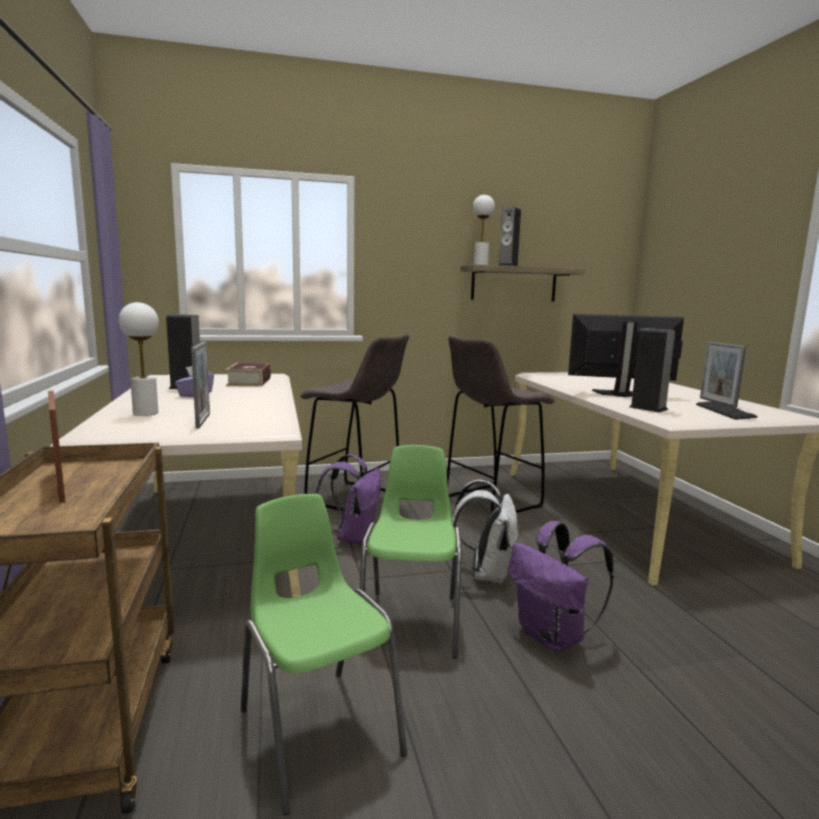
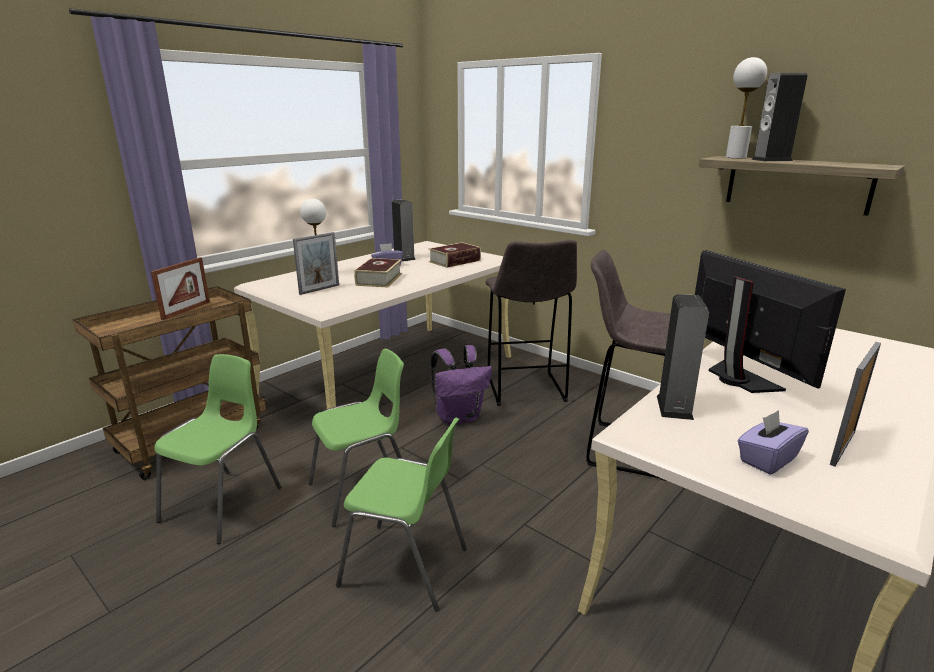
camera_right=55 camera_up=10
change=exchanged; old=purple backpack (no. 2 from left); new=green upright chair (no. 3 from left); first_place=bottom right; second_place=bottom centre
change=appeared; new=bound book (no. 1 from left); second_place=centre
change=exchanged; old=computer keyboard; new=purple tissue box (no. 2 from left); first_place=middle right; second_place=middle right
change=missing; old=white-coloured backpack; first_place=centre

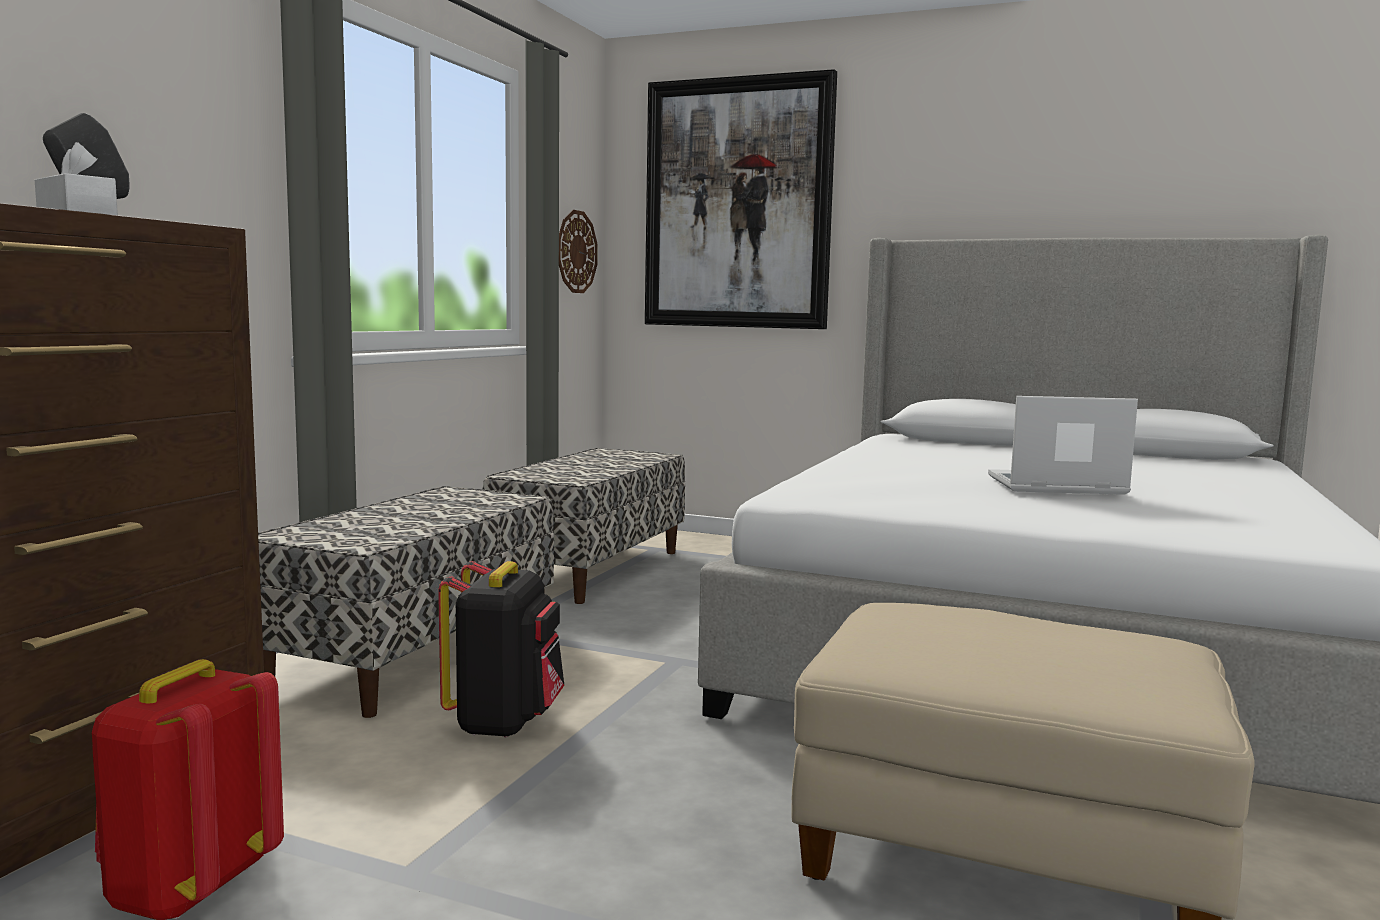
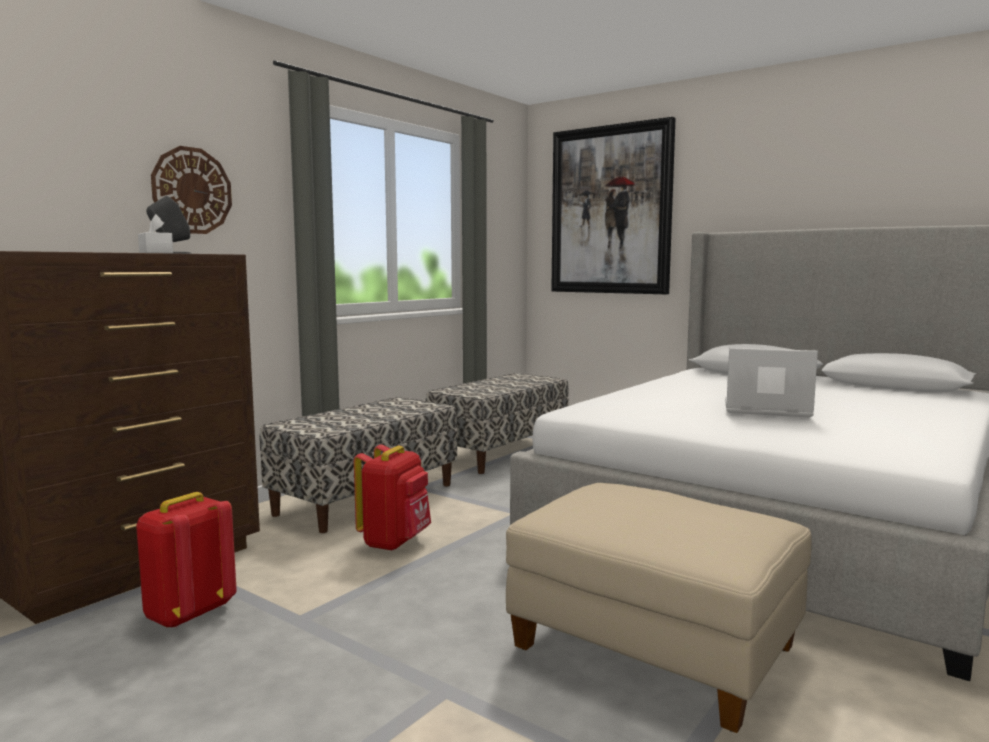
camera_right=15 camera_up=0
change=relocated; old=hanging clock; first_place=top centre; second_place=top left
change=colour; old=black-coloured backpack; new=reddish backpack (no. 2 from left); first_place=bottom centre; second_place=bottom centre

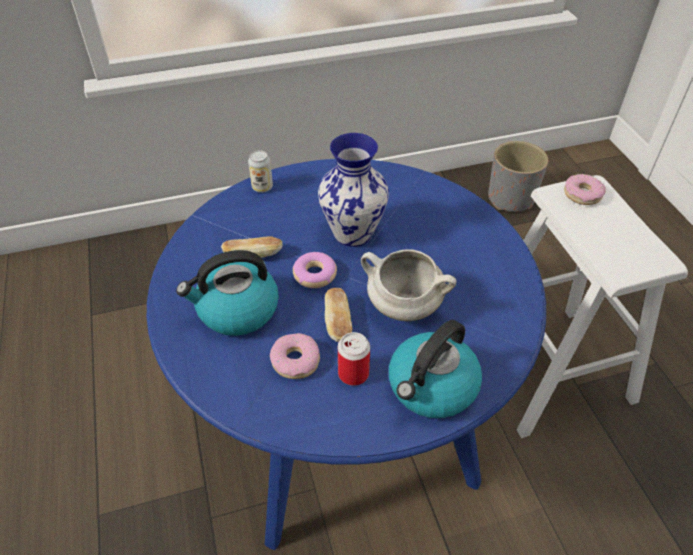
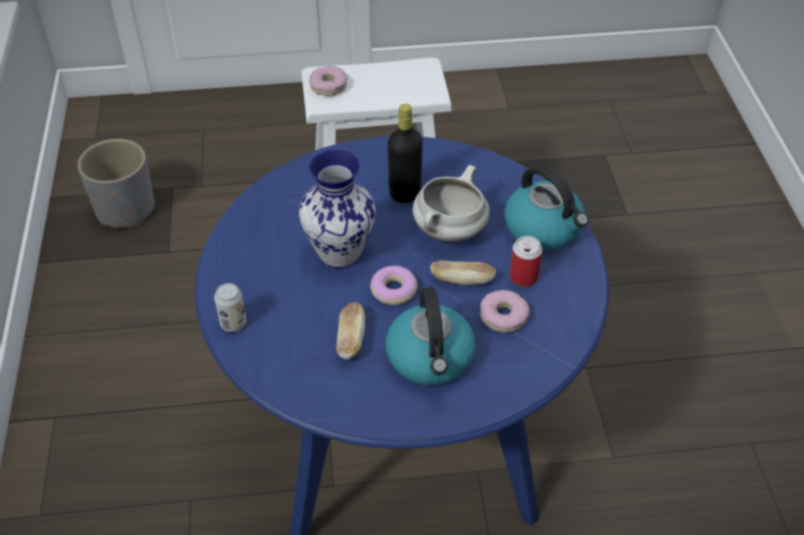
camera_right=-80 camera_up=0
change=appeared; new=black-coloured bottle; second_place=top centre

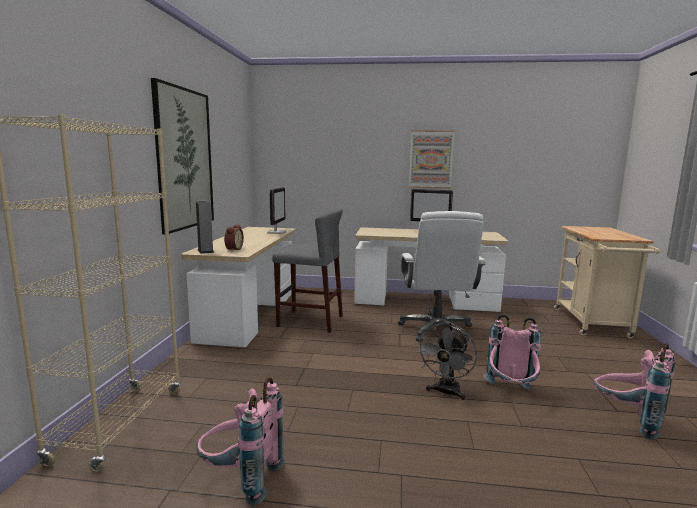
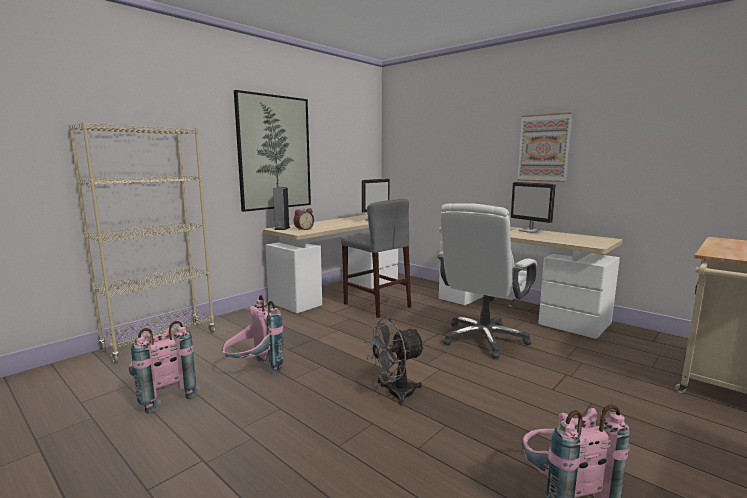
camera_right=35 camera_up=0
change=relocated; old=pink backpack (no. 2 from left); first_place=bottom right; second_place=bottom centre

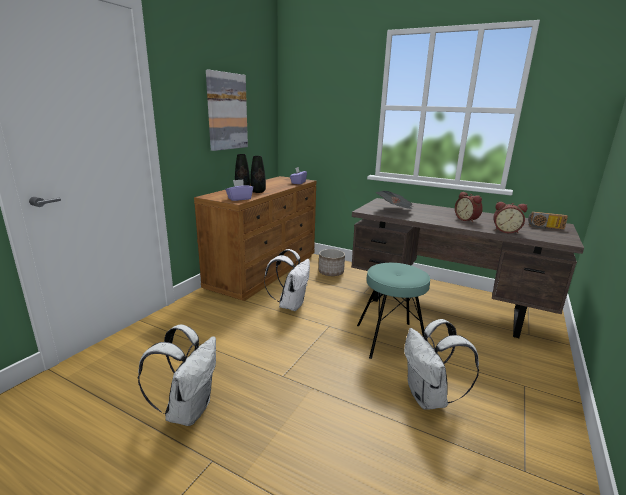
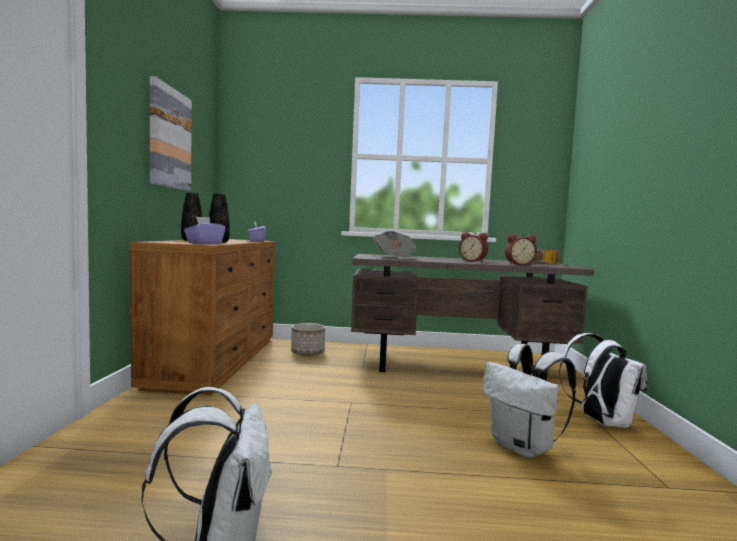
camera_right=-25 camera_up=-15
change=relocated; old=white-coloured backpack (no. 2 from left in the first image); new=white-coloured backpack (no. 3 from left); first_place=centre; second_place=bottom right
change=missing; old=blue-green stool; first_place=centre

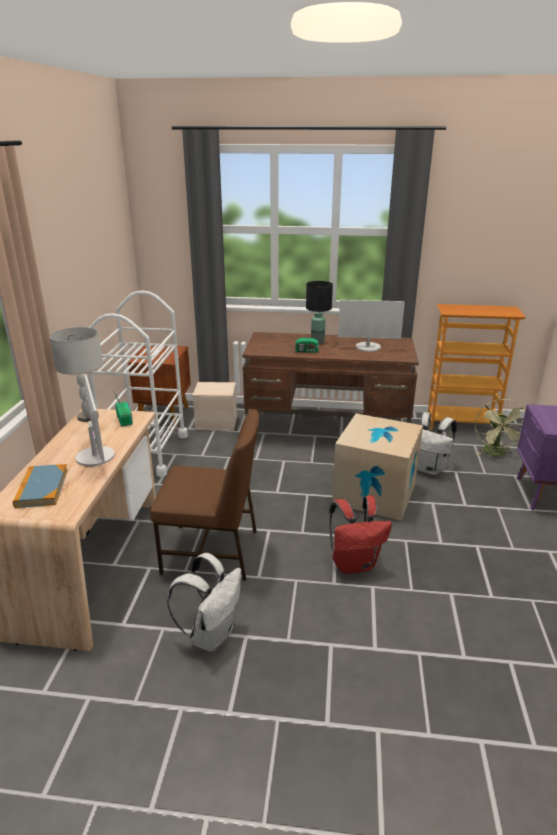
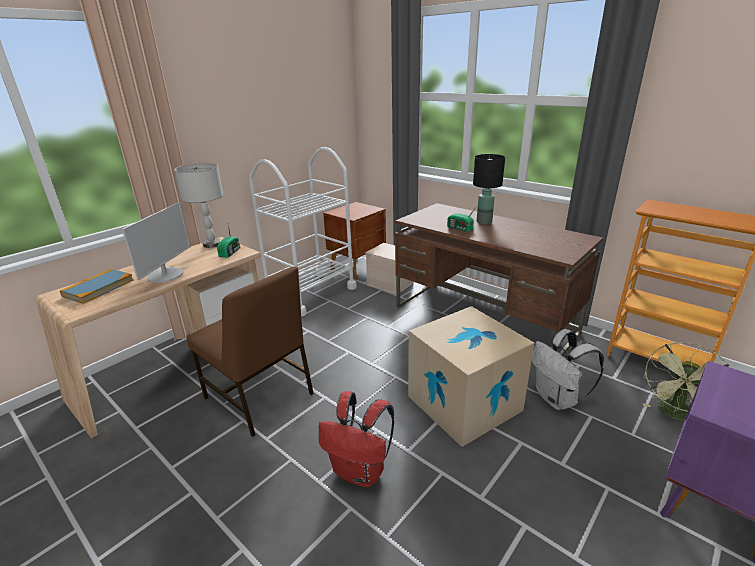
camera_right=35 camera_up=0
change=missing; old=white-coloured backpack (no. 1 from left); first_place=bottom centre
change=missing; old=monitor (no. 2 from left); first_place=centre

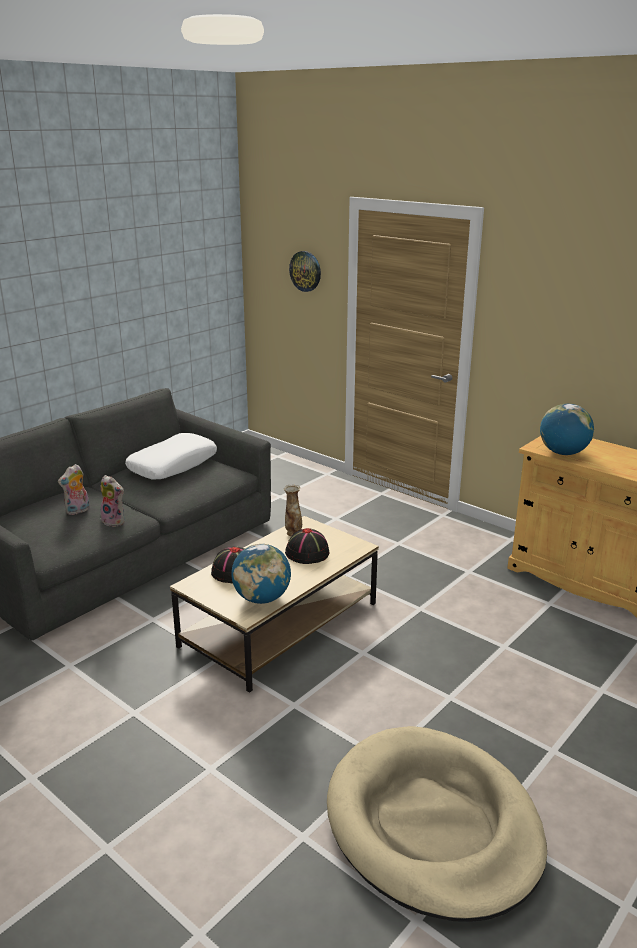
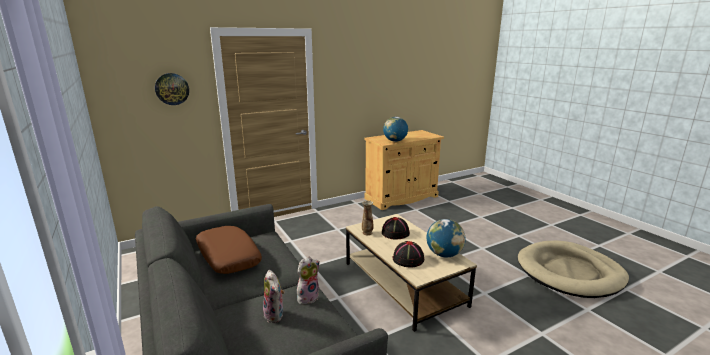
camera_right=-70 camera_up=-5
change=colour; old=white-coloured throw pillow; new=brownish throw pillow; first_place=middle left; second_place=bottom left

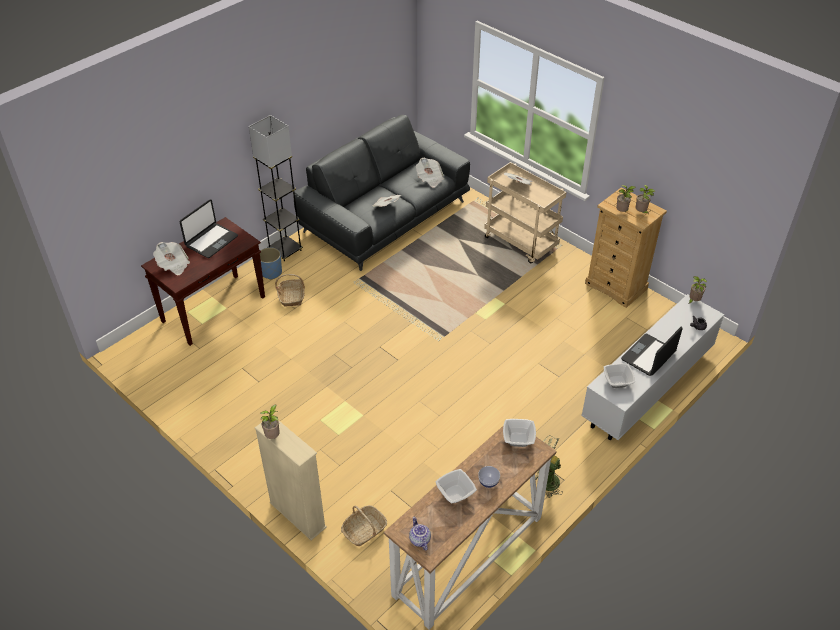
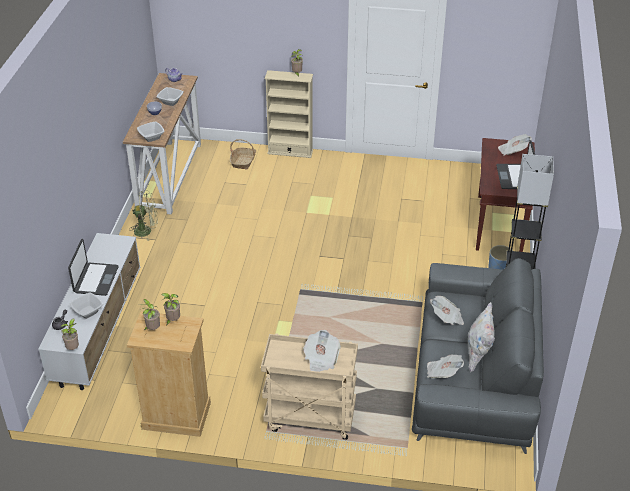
camera_right=145 camera_up=-5
change=relocated; old=bowl (no. 4 from left in the first image); new=bowl (no. 1 from left); first_place=middle right; second_place=middle left
change=appeared; new=white-coloured throw pillow; second_place=bottom right
change=missing; old=basket (no. 1 from left); first_place=centre

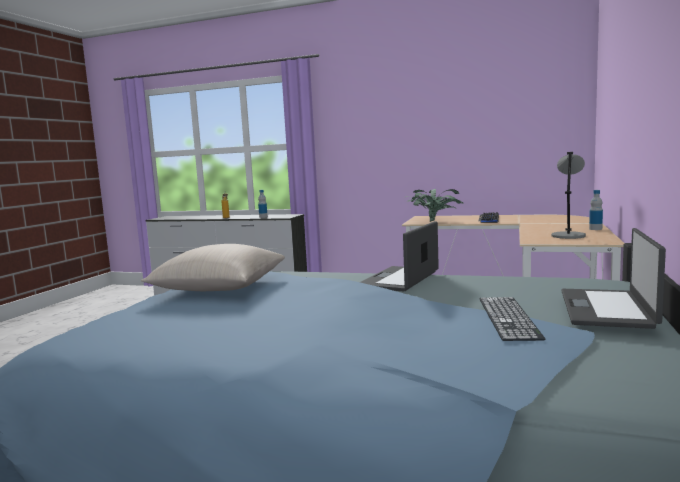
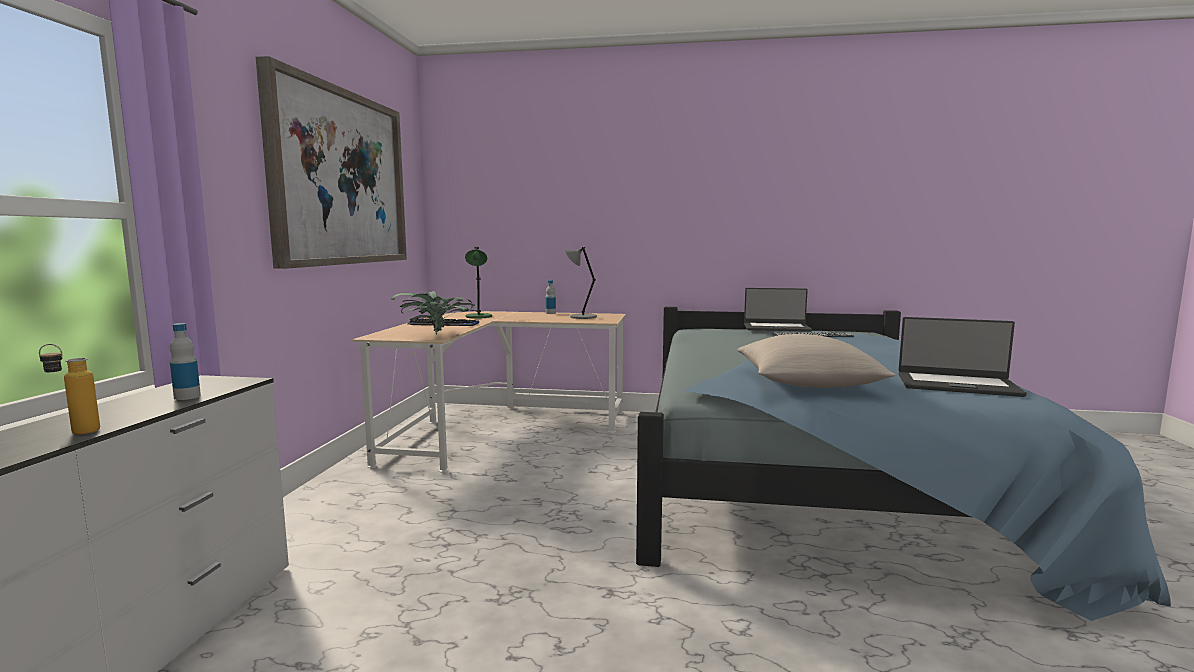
camera_right=-100 camera_up=0
change=appeared; new=wall art; second_place=top left
change=appeared; new=green tabletop lamp; second_place=centre
change=relocated; old=notebook computer (no. 1 from left in the first image); new=notebook computer (no. 2 from left); first_place=centre; second_place=middle right

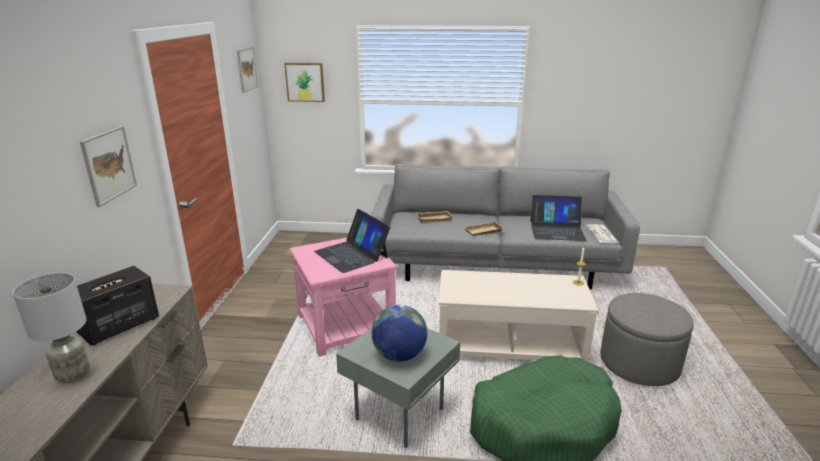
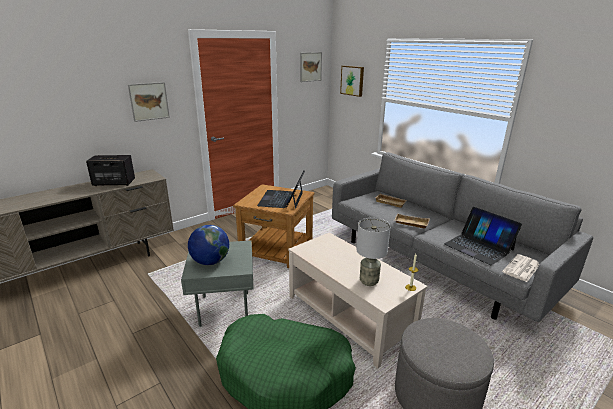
camera_right=45 camera_up=0
change=colour; old=pink side table; new=brownish side table; first_place=centre; second_place=centre
change=relocated; old=gray tabletop lamp; first_place=bottom left; second_place=centre

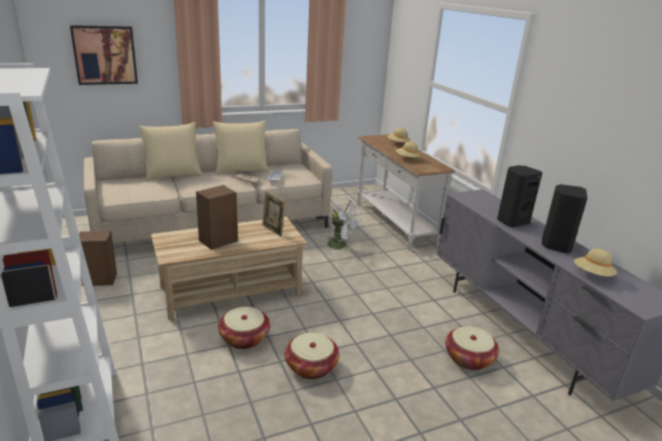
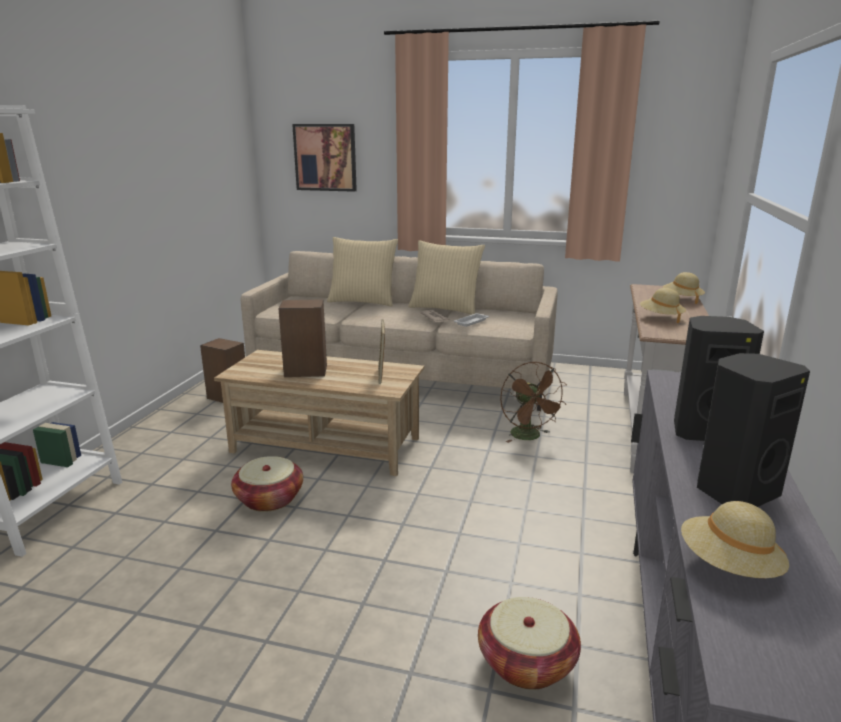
camera_right=40 camera_up=-5
change=colour; old=white-coloured fan; new=brownish fan; first_place=centre; second_place=centre
change=missing; old=basket (no. 2 from left); first_place=bottom centre

